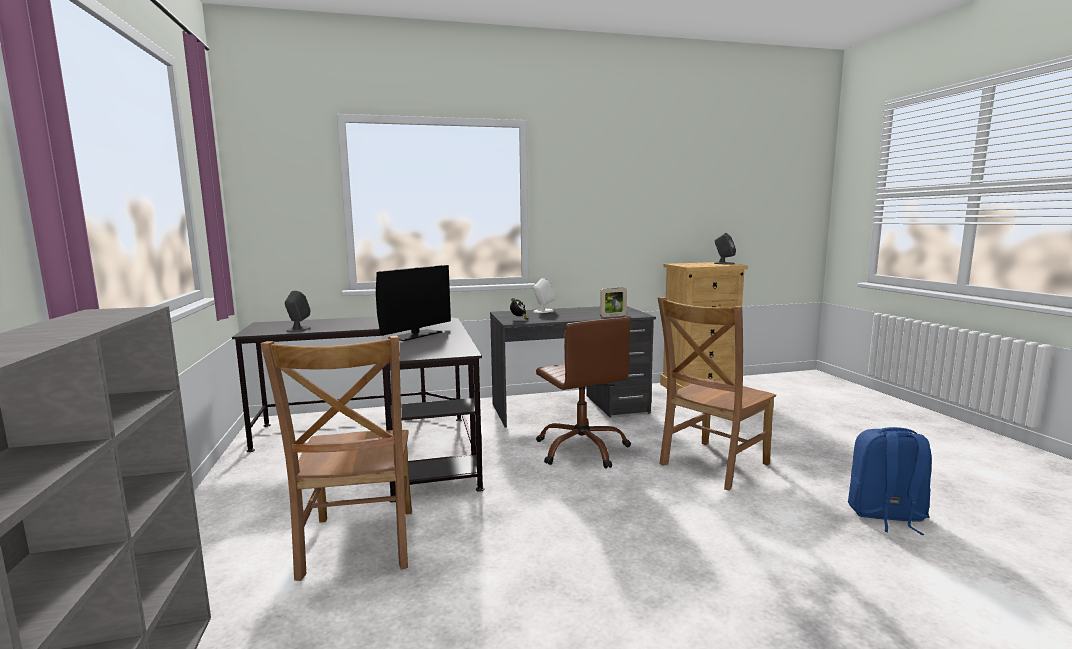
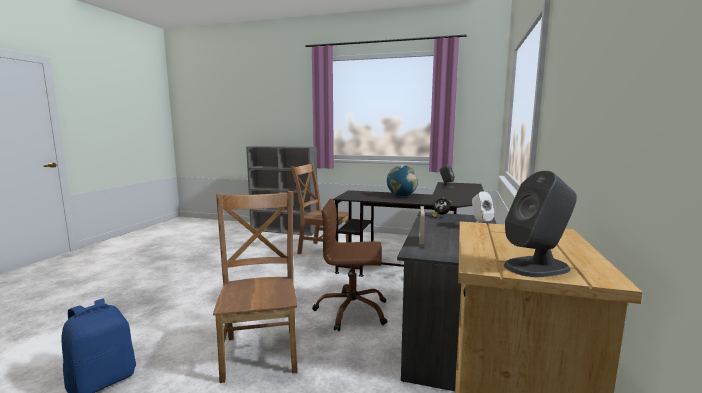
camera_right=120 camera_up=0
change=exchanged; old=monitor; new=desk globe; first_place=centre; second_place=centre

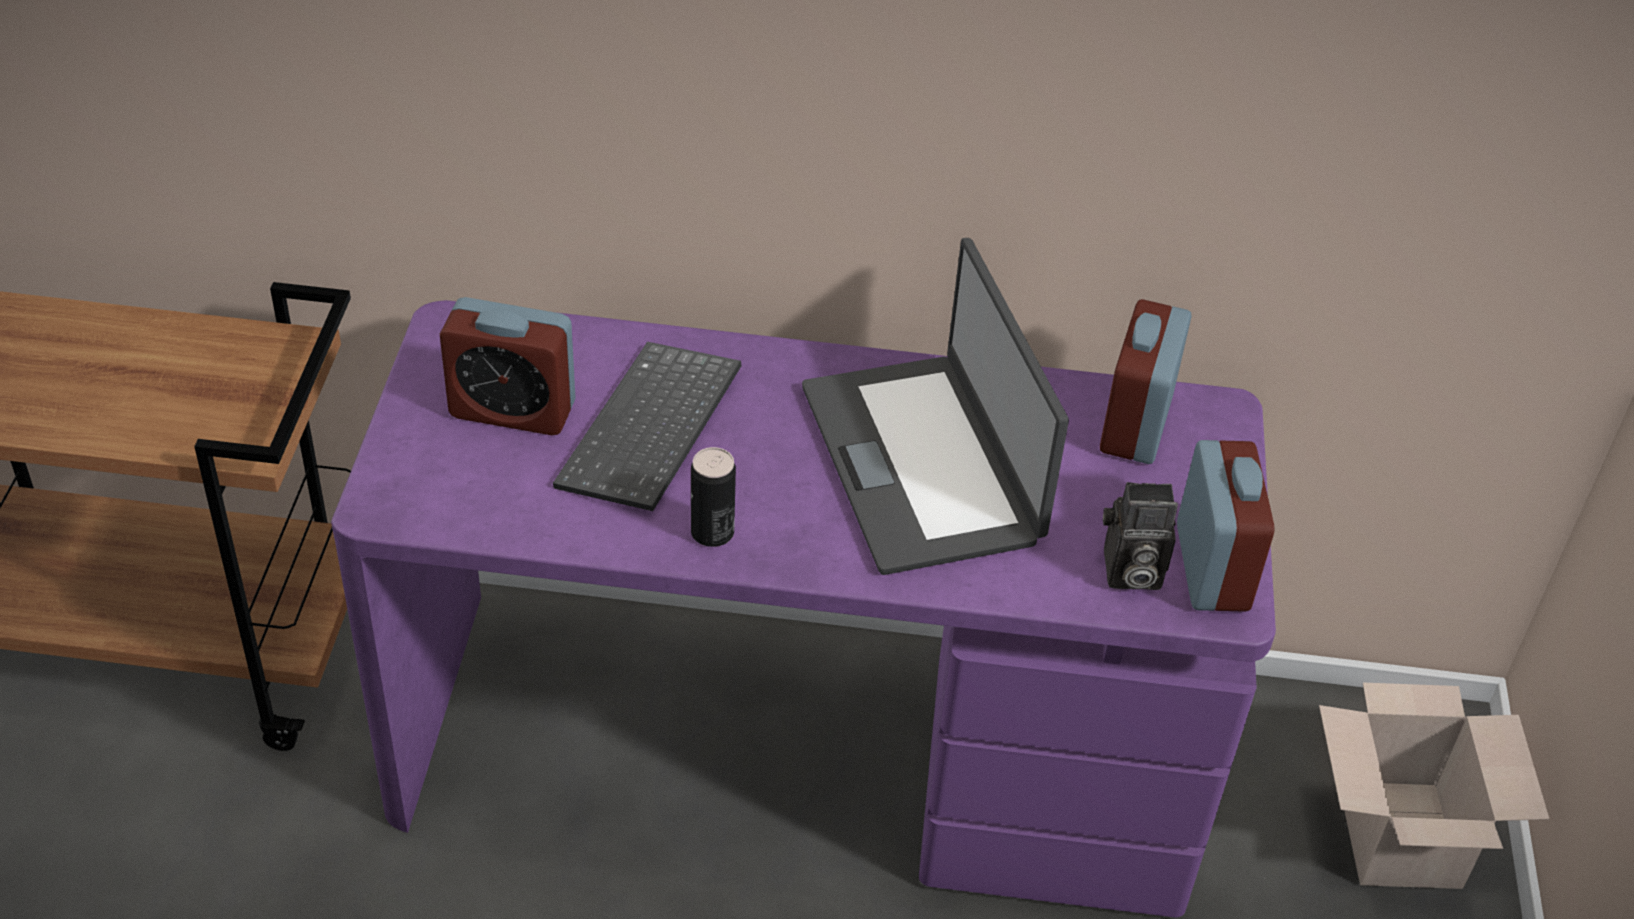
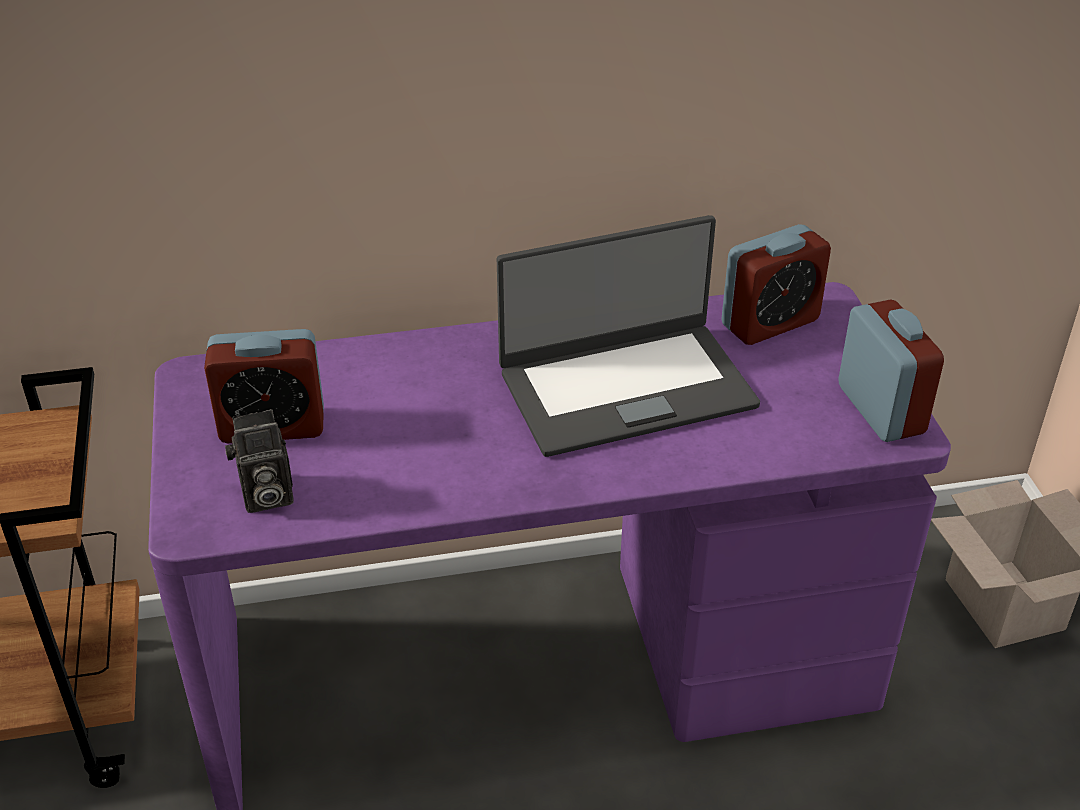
camera_right=-15 camera_up=-5
change=relocated; old=still camera; first_place=middle right; second_place=middle left
change=spun; old=notebook computer; first_place=centre; second_place=centre; degrees=-75
change=spun; old=bedside clock (no. 2 from left); first_place=middle right; second_place=middle right; degrees=-120
change=missing; old=computer keyboard; first_place=centre
change=missing; old=can; first_place=centre

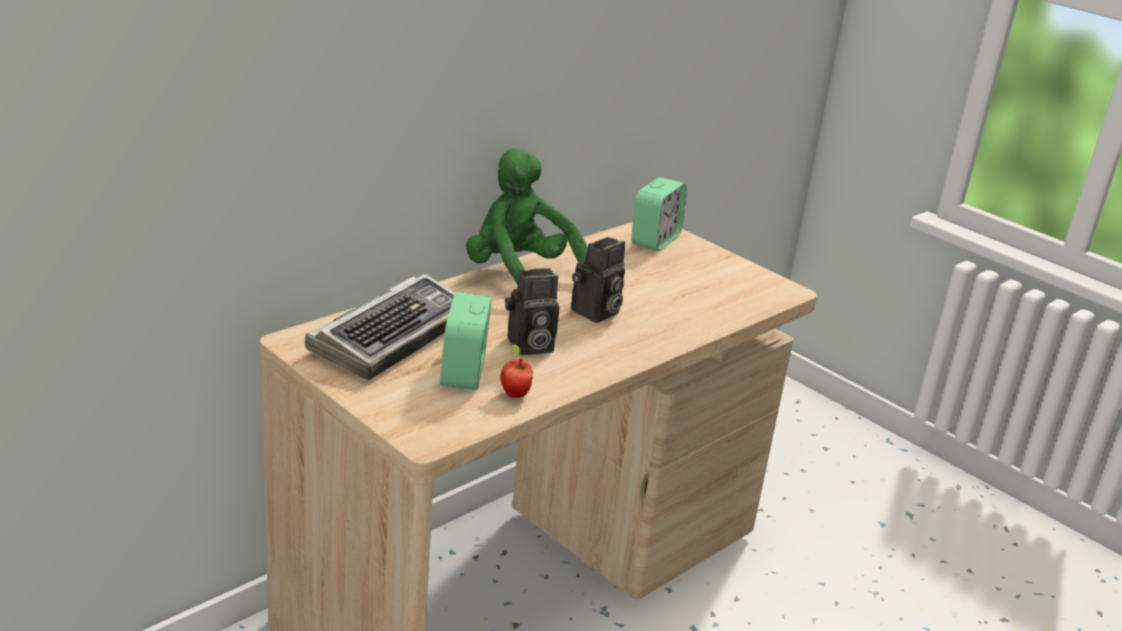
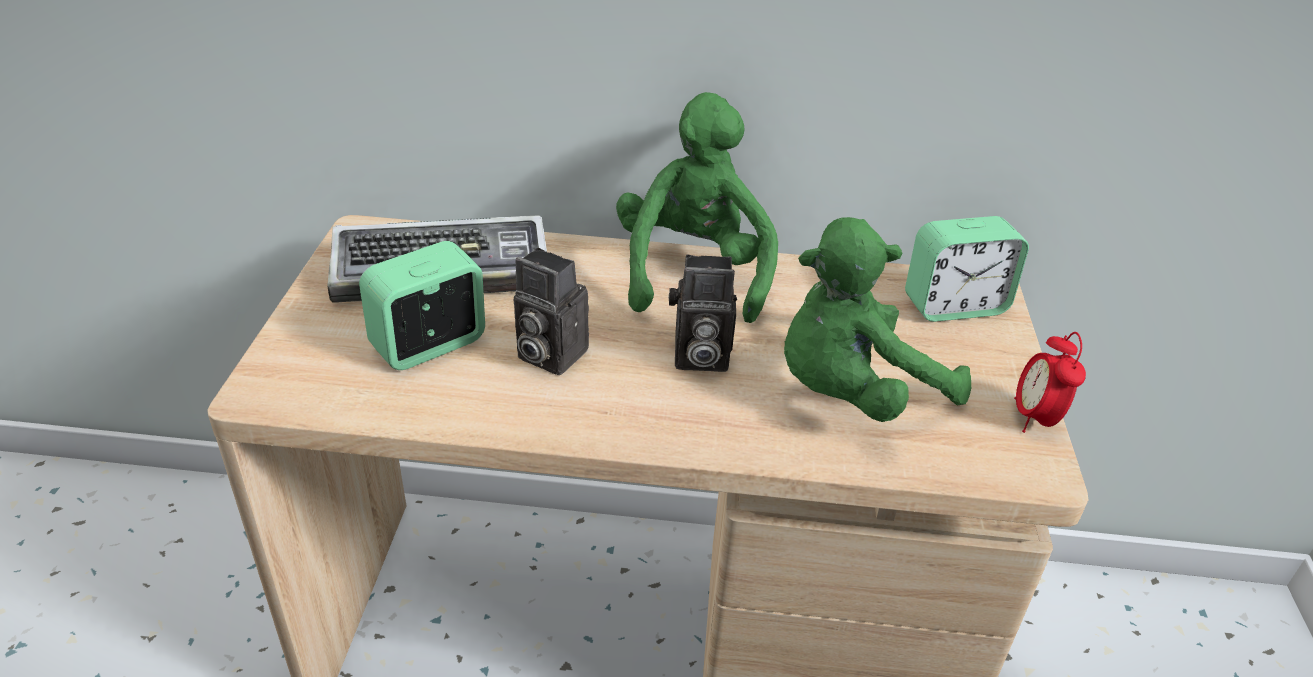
camera_right=50 camera_up=10
change=appeared; new=green plush toy (no. 2 from left); second_place=middle right
change=appeared; new=bedside clock (no. 3 from left); second_place=middle right
change=missing; old=apple; first_place=centre

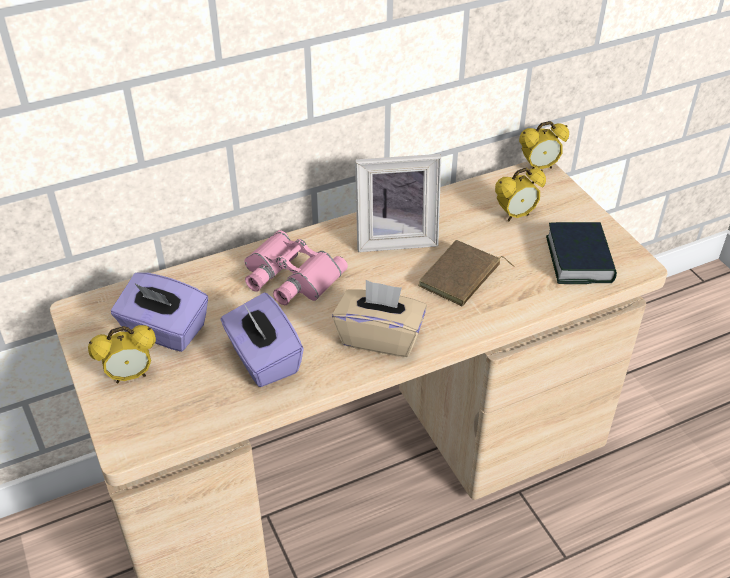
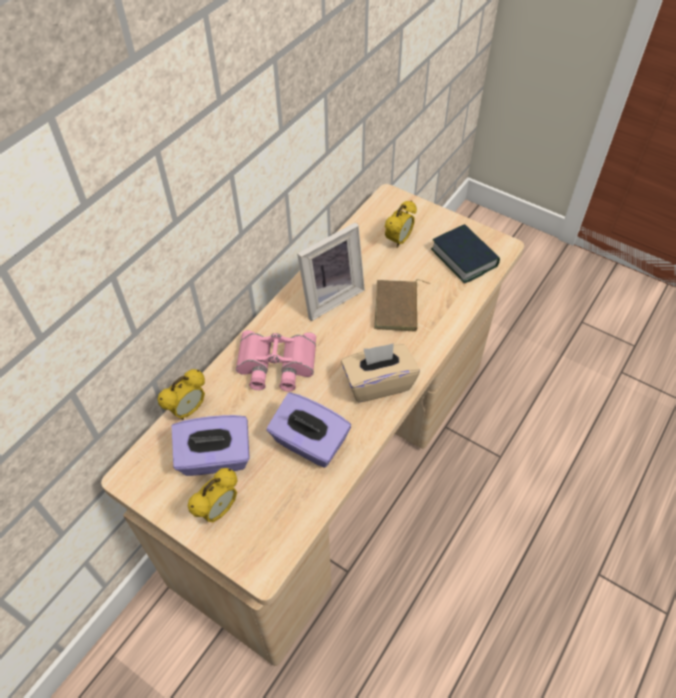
camera_right=-30 camera_up=10
change=relocated; old=bedside clock (no. 3 from left in the first image); new=bedside clock (no. 1 from left); first_place=top right; second_place=middle left

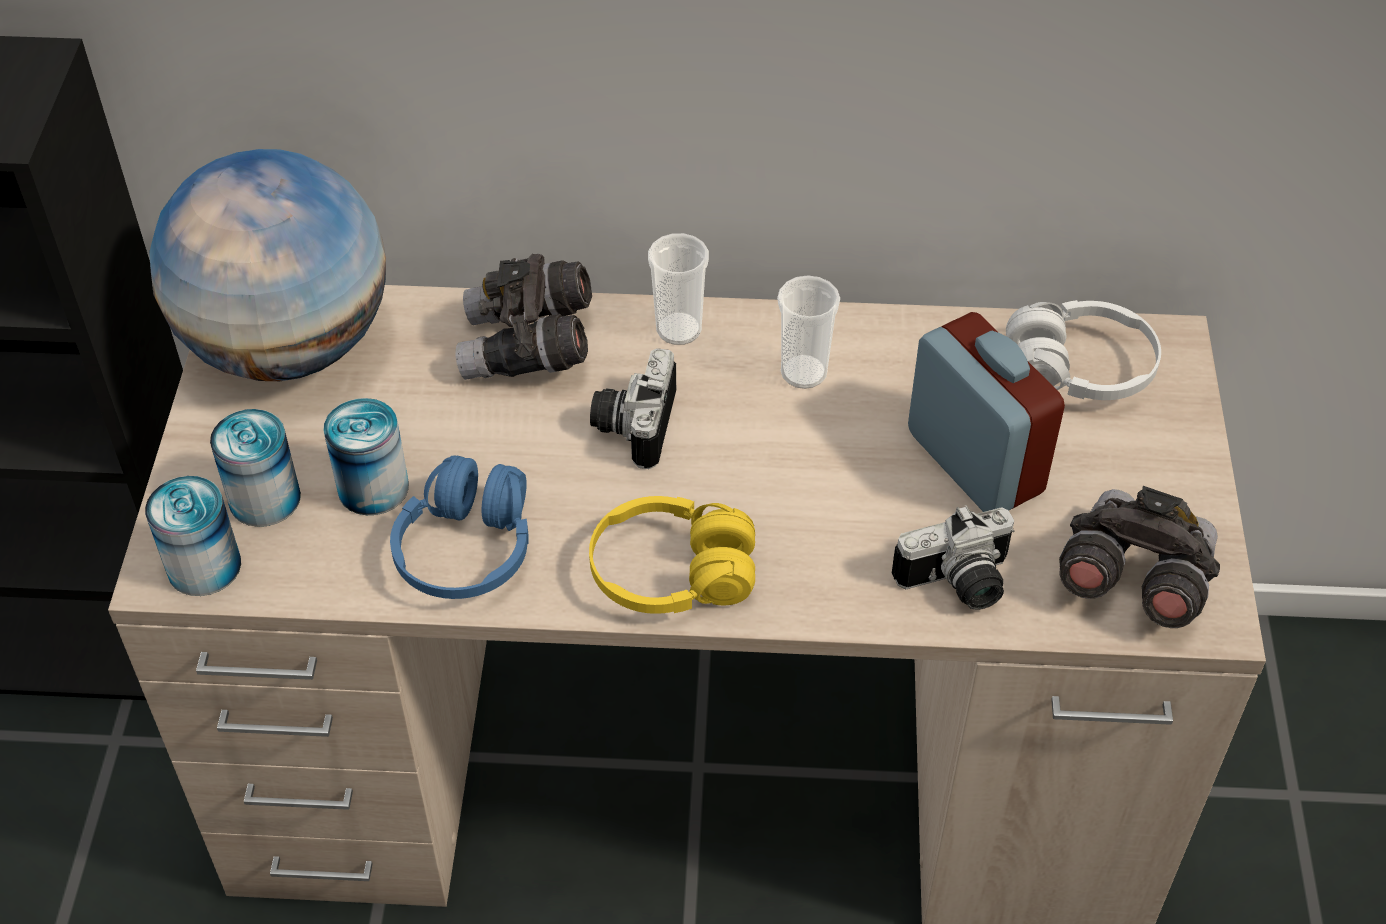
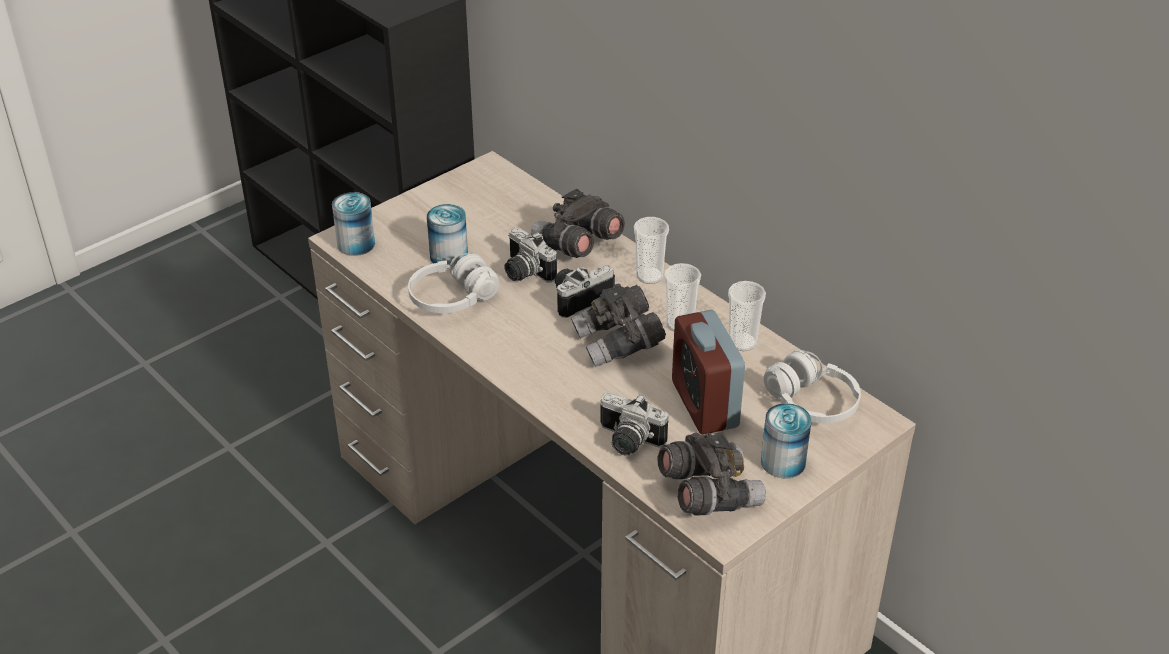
camera_right=45 camera_up=-10
change=colour; old=blue-coloured headphones; new=white-coloured headphones (no. 1 from left); first_place=middle left; second_place=centre
change=appeared; new=still camera (no. 1 from left); second_place=centre
change=appeared; new=gray pair of binoculars (no. 2 from left); second_place=centre
change=spun; old=bedside clock; first_place=middle right; second_place=centre; degrees=150
change=appeared; new=cup (no. 3 from left); second_place=centre
change=relocated; old=can (no. 2 from left in the first image); new=can (no. 3 from left); first_place=middle left; second_place=bottom right
change=missing; old=desk globe; first_place=top left
change=missing; old=yellow-coloured headphones; first_place=centre

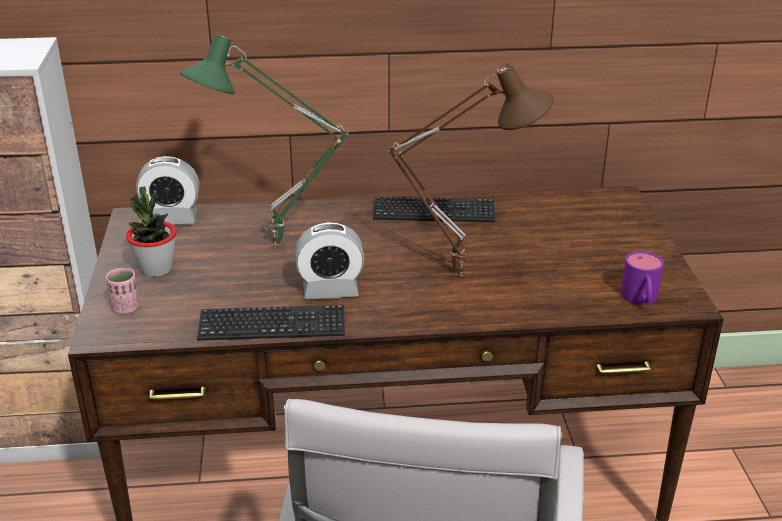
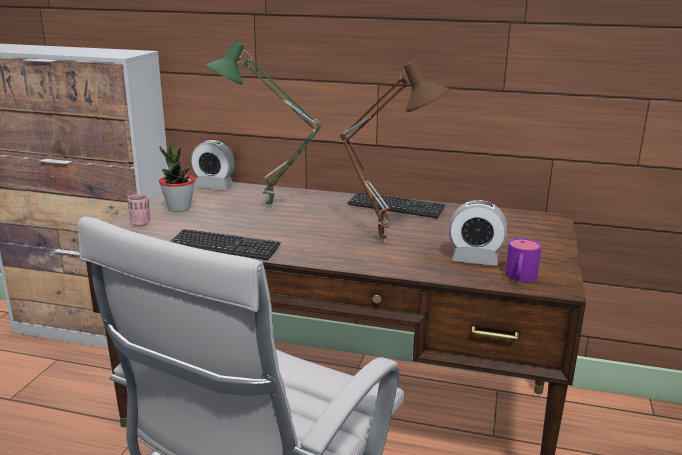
camera_right=20 camera_up=-10
change=relocated; old=bedside clock (no. 2 from left); first_place=centre; second_place=middle right

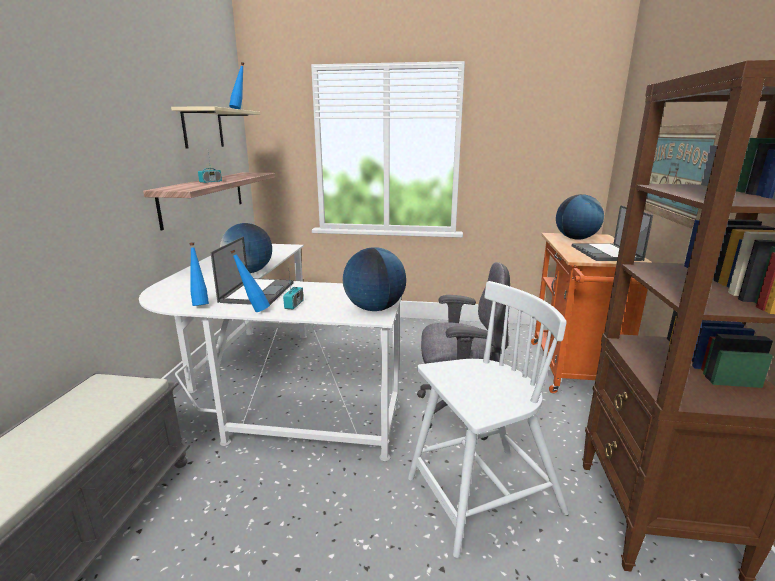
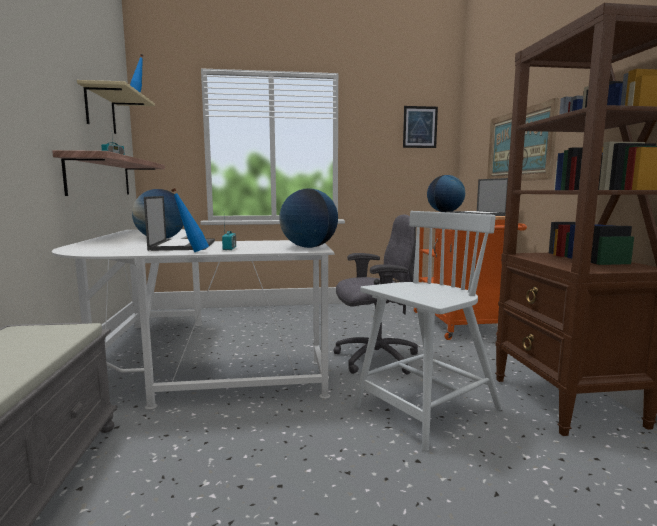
camera_right=-15 camera_up=-10
change=appeared; new=wall art (no. 1 from left); second_place=top centre
change=missing; old=blue-coloured bottle (no. 1 from left); first_place=middle left

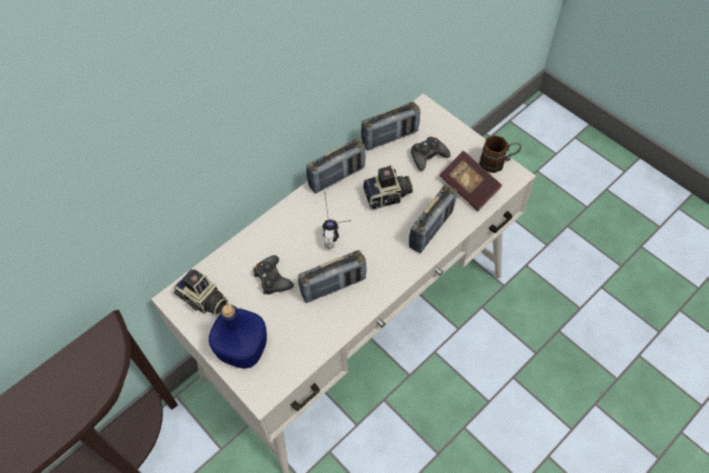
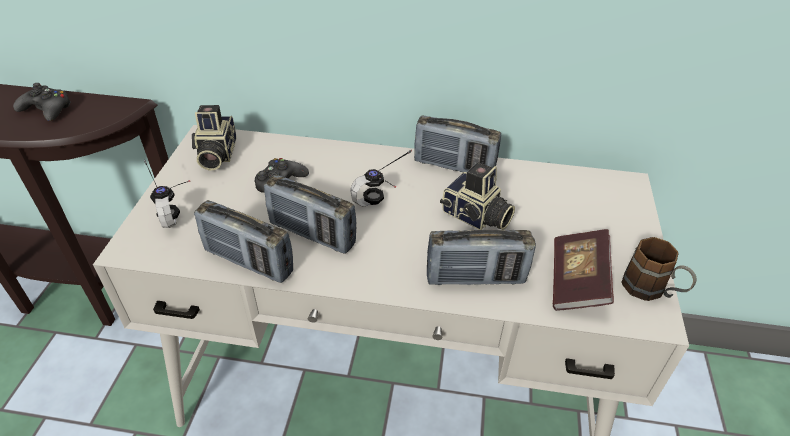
camera_right=50 camera_up=-15
change=relocated; old=black-coloured gamepad (no. 2 from left in the first image); new=black-coloured gamepad (no. 1 from left); first_place=top centre; second_place=top left
change=exchanged; old=blue-coloured bottle; new=headphones (no. 1 from left); first_place=bottom centre; second_place=middle left
change=relocated; old=radio receiver (no. 3 from left in the first image); new=radio receiver (no. 1 from left); first_place=top centre; second_place=middle left

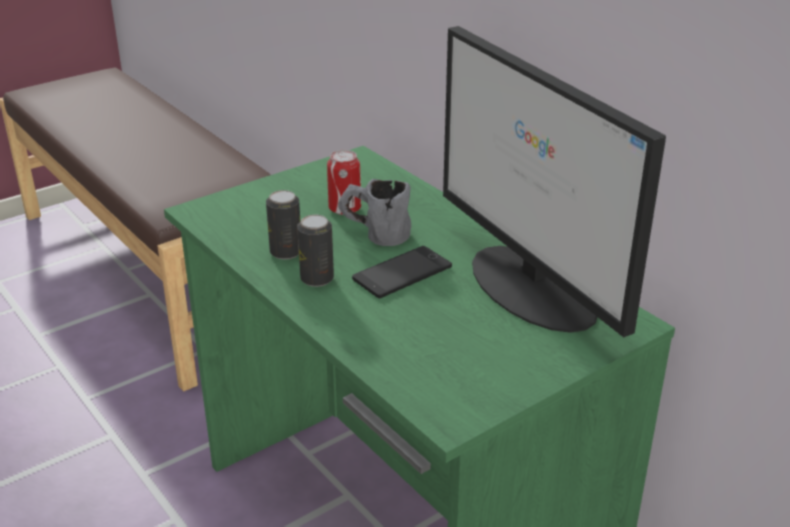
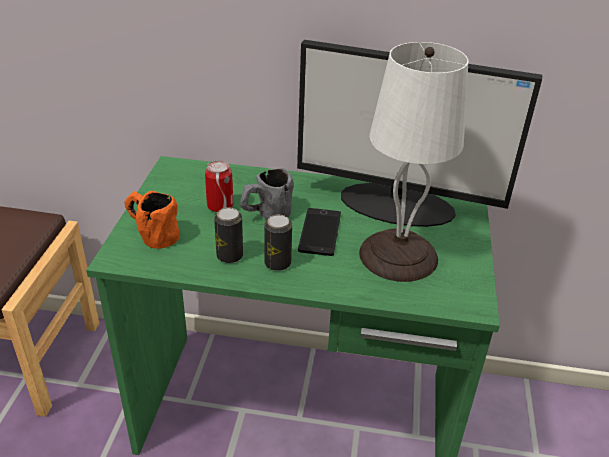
camera_right=-45 camera_up=5
change=appeared; new=orangey coffee mug; second_place=middle left
change=appeared; new=white-coloured tabletop lamp; second_place=middle right

